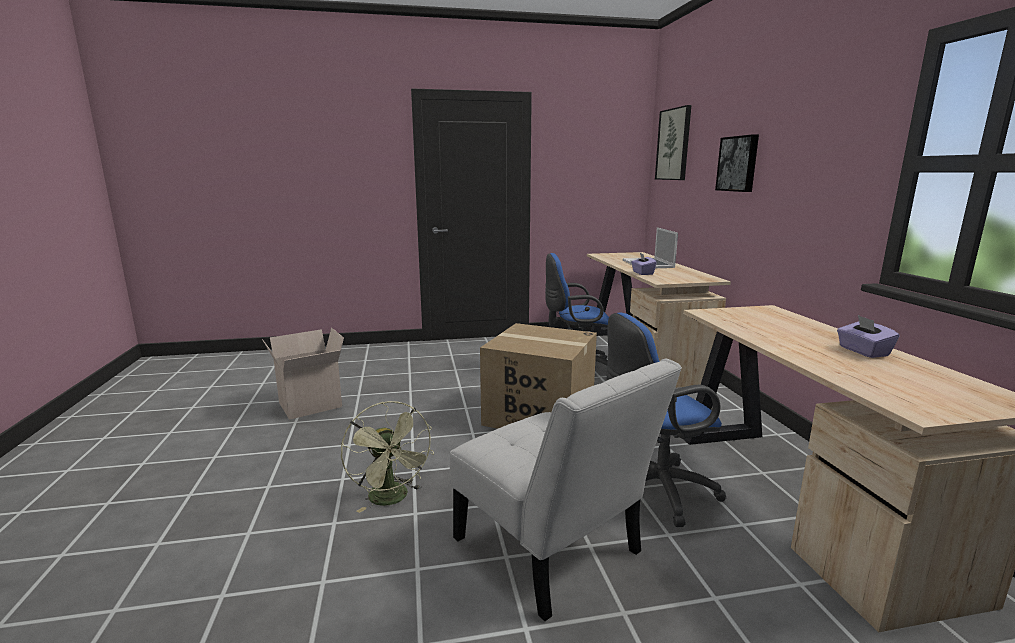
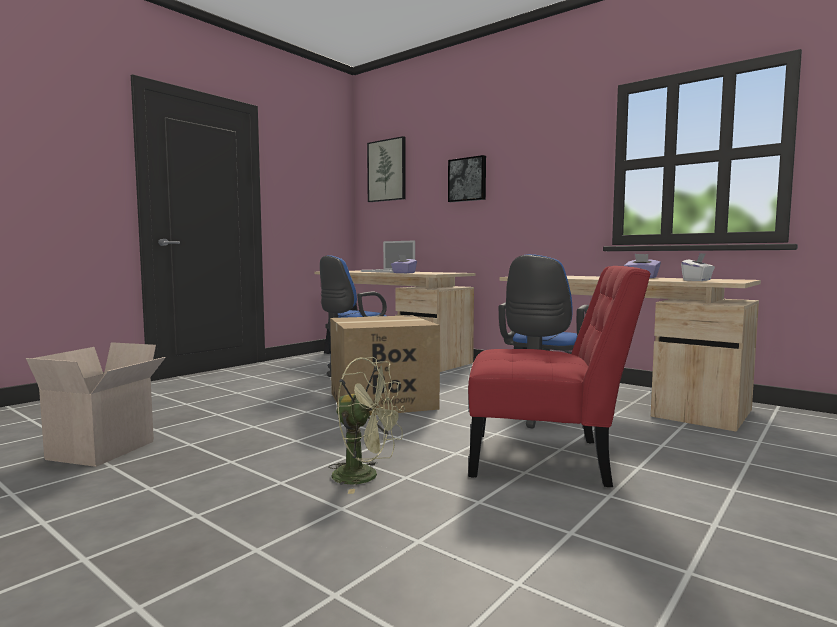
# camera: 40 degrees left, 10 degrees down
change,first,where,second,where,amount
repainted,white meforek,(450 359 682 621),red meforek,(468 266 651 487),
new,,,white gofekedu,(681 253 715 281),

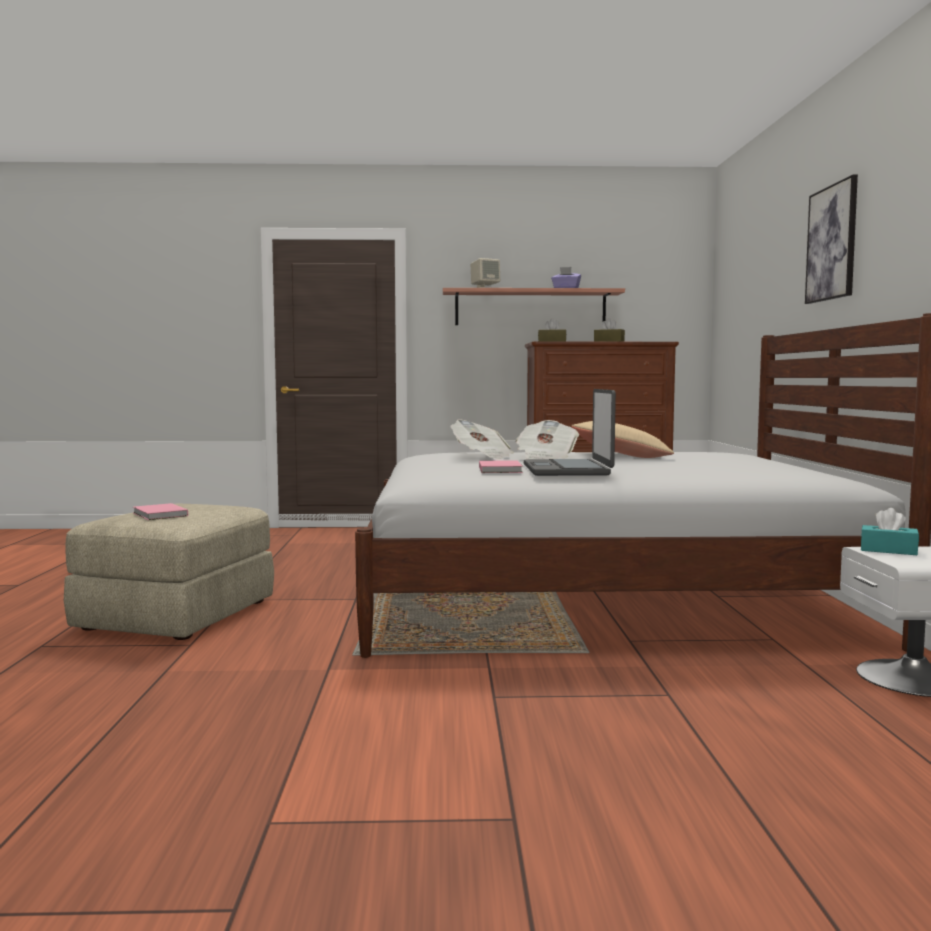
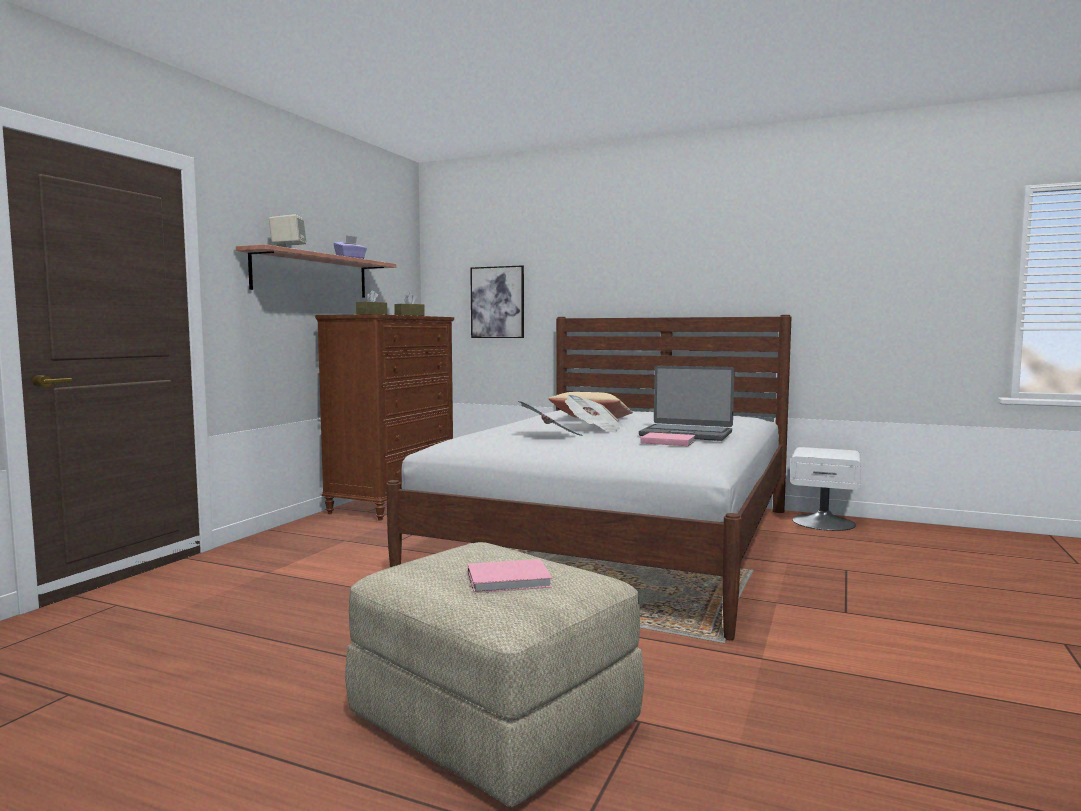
# camera: 65 degrees left, 0 degrees up
change,first,where,second,where,amount
shifted,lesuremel,(805 175 858 304),,(470 265 524 338),
gone,turquoise gofekedu,(861 508 919 555),,,

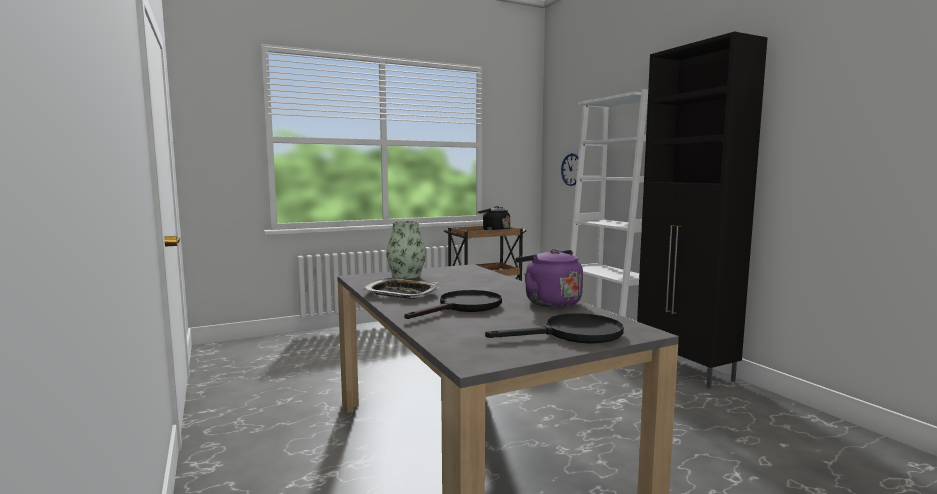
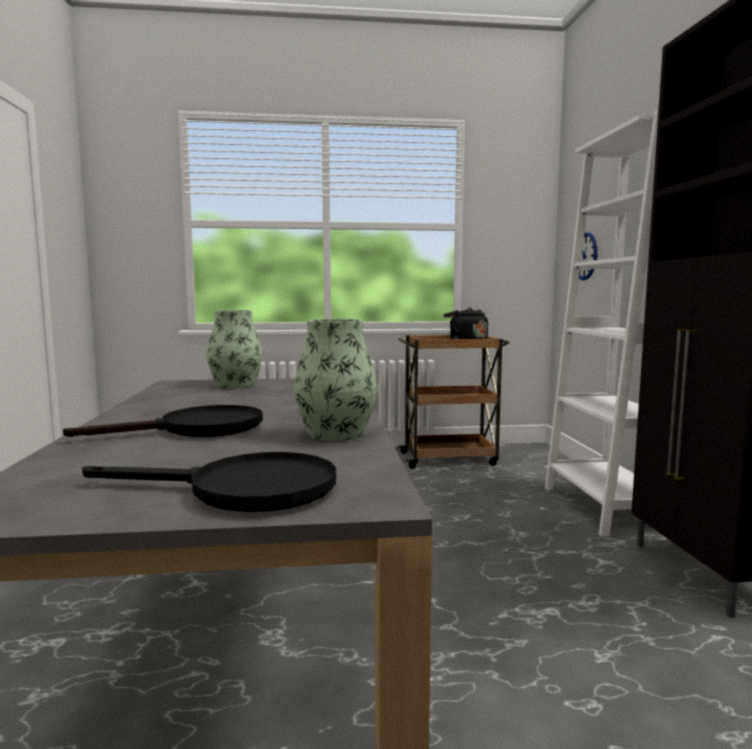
# camera: 20 degrees right, 0 degrees up
change,first,where,second,where,amount
gone,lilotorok,(363 278 439 299),,,
swapped,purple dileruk,(515 249 583 307),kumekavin,(293 319 377 441),

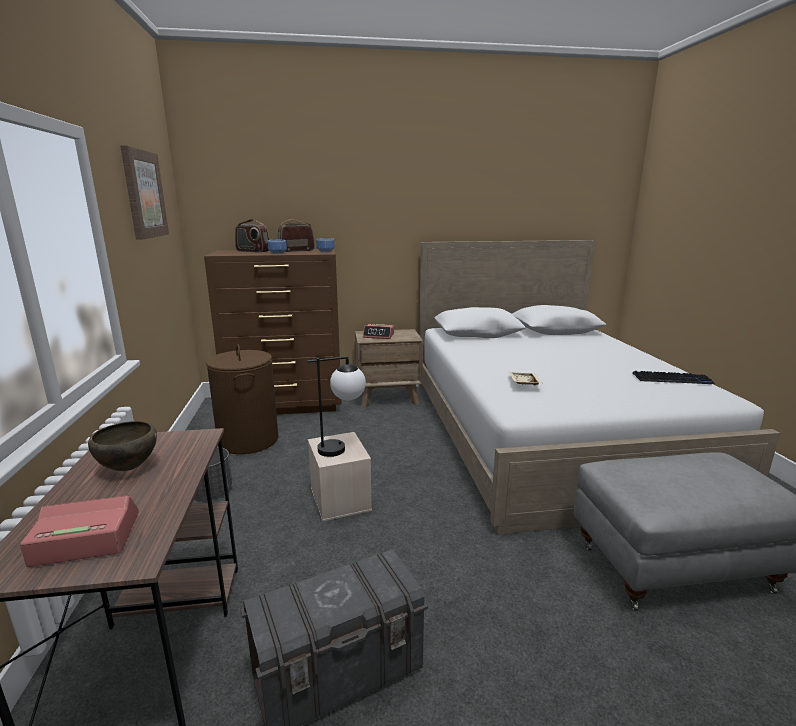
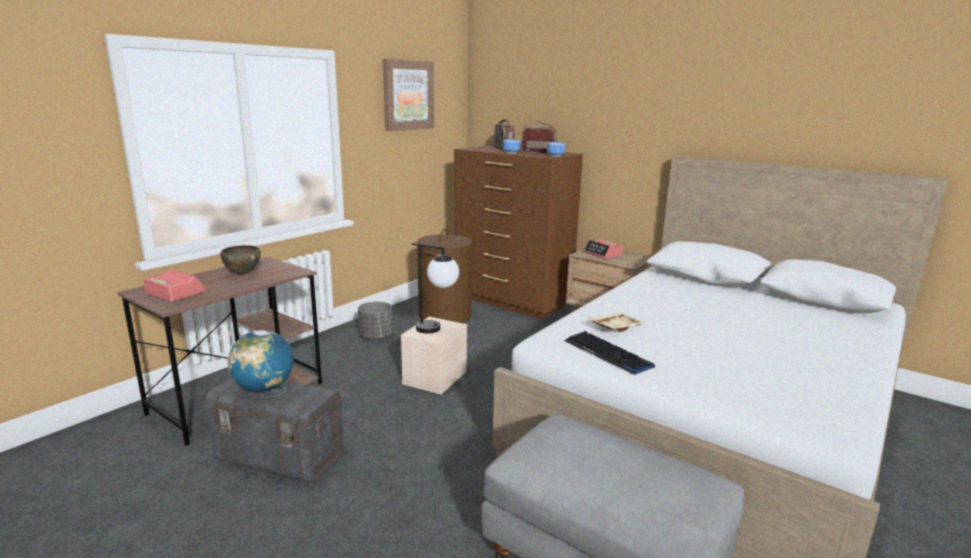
# camera: 45 degrees right, 0 degrees up
change,first,where,second,where,amount
shifted,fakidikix,(632 371 715 384),,(564 331 655 375),
new,,,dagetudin,(228 330 294 392),

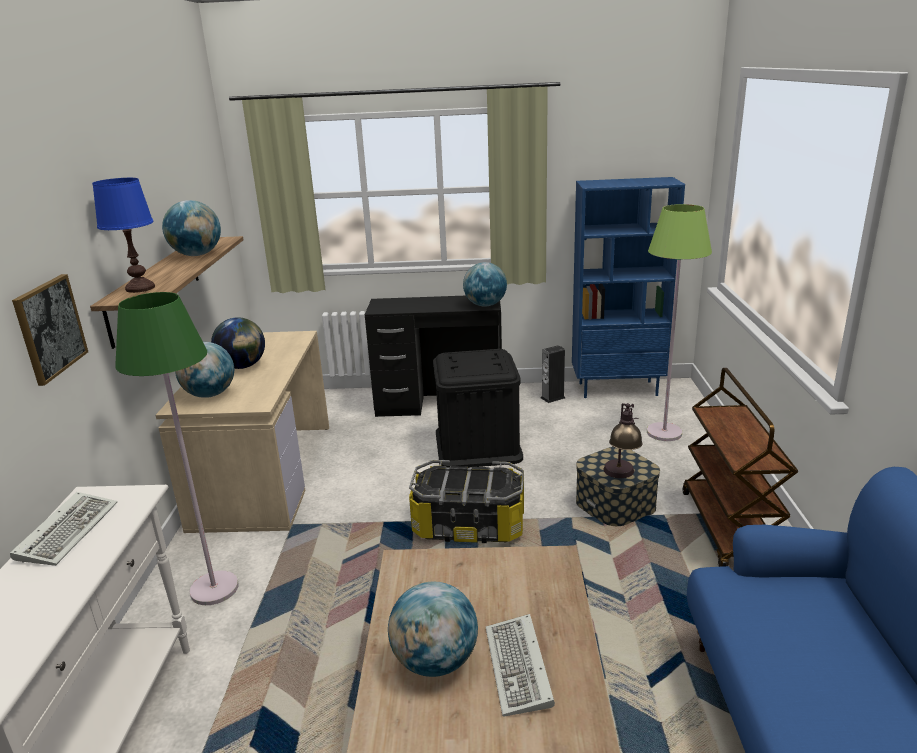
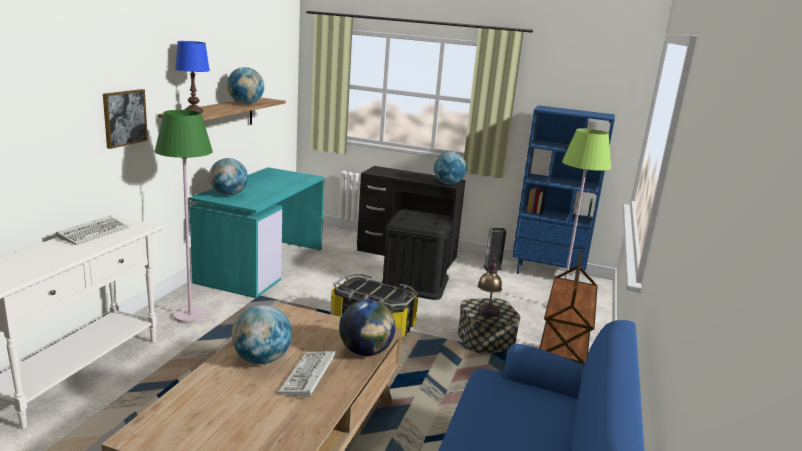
# camera: 15 degrees right, 5 degrees down
change,first,where,second,where,amount
repainted,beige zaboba,(155 331 329 533),turquoise zaboba,(189 167 325 298),
shifted,dagetudin,(211 317 265 369),,(339 299 395 356),

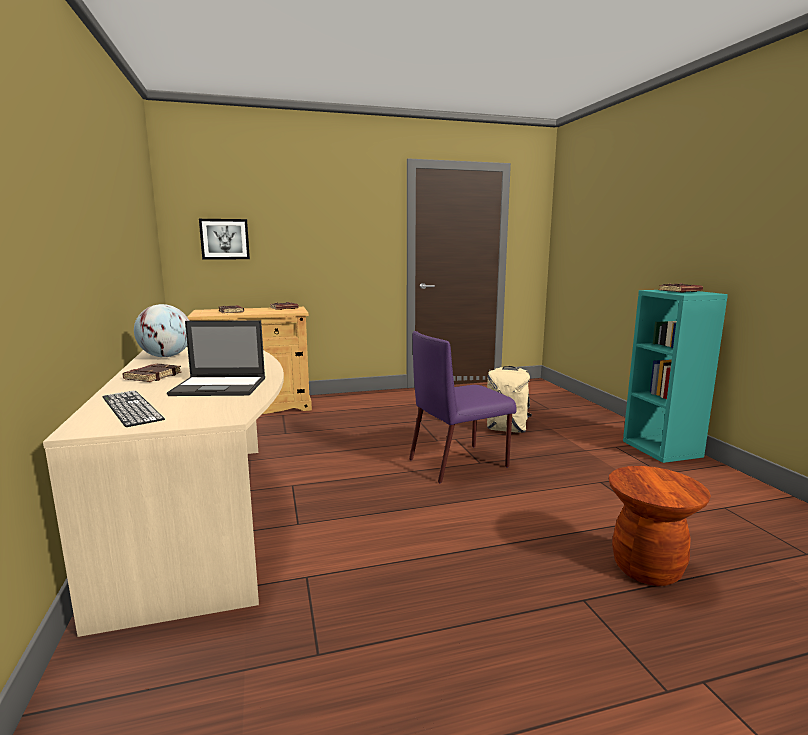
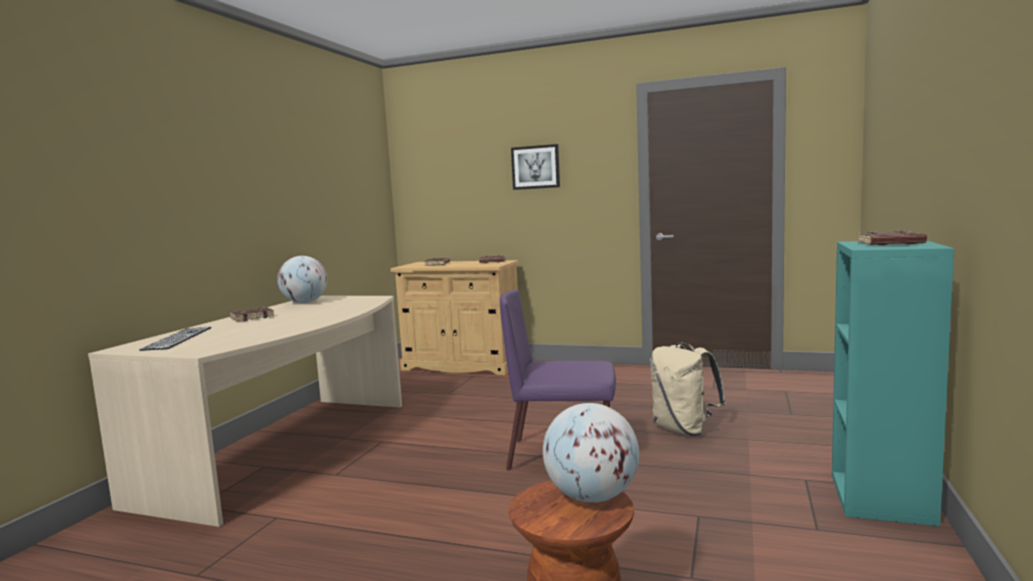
# camera: 35 degrees right, 5 degrees down
change,first,where,second,where,amount
gone,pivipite,(167 321 265 396),,,
shifted,lesuremel,(199 219 250 260),,(511 144 560 190),
new,,,dagetudin,(543 403 639 503),

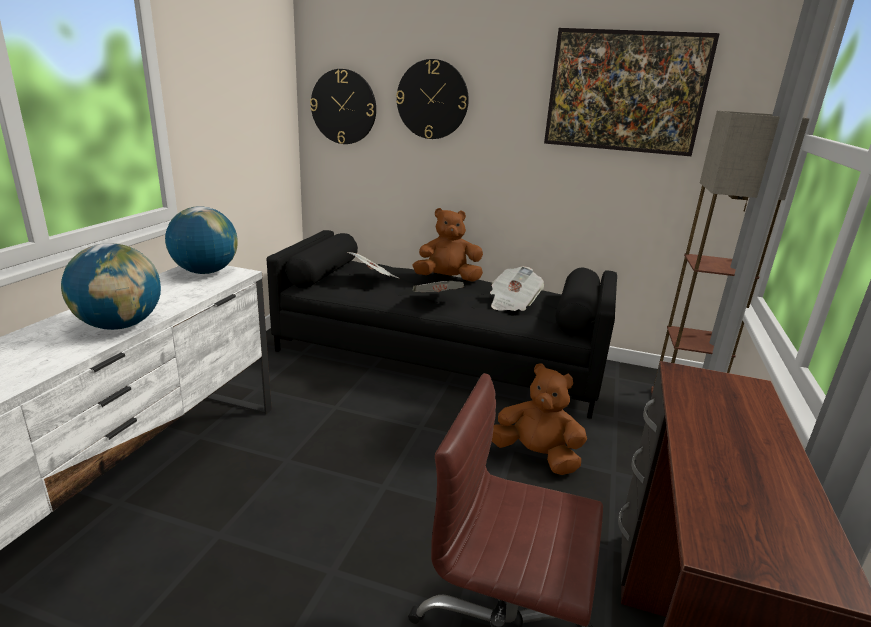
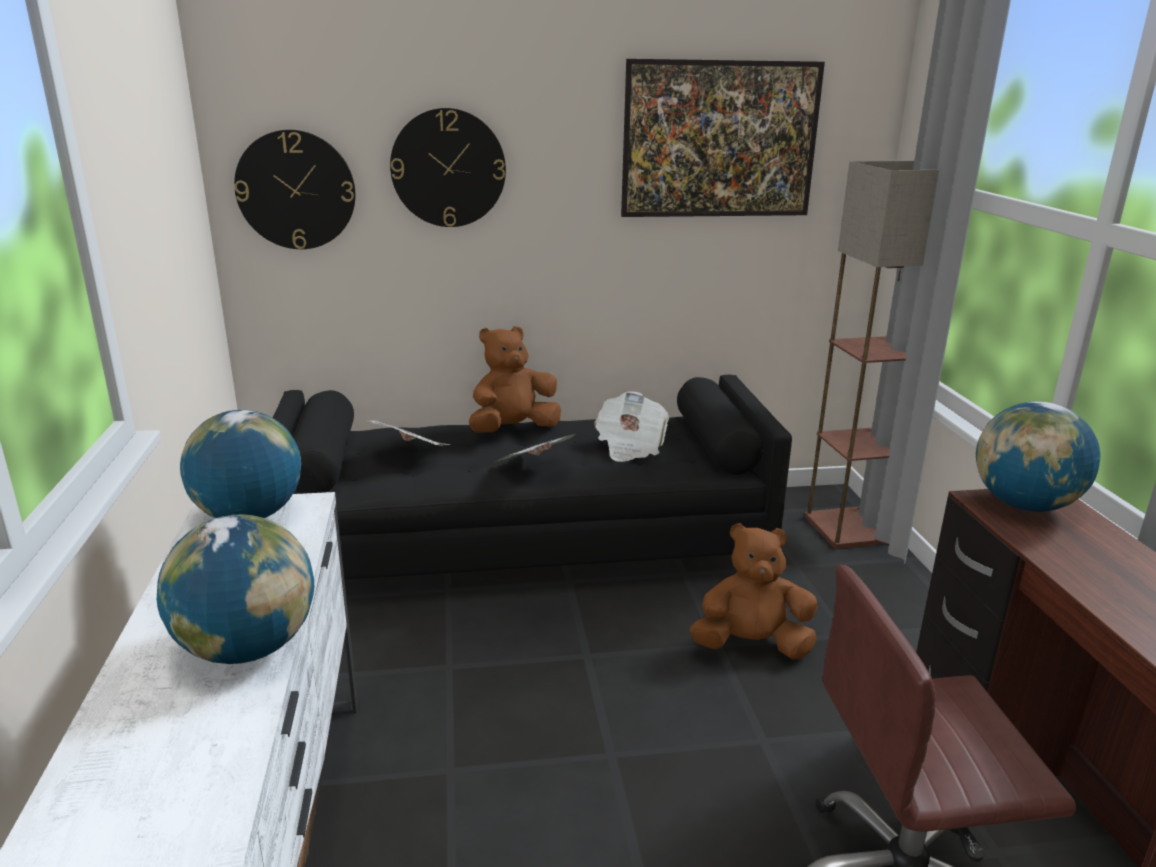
# camera: 25 degrees left, 0 degrees up
change,first,where,second,where,amount
new,,,dagetudin,(976 401 1100 512),

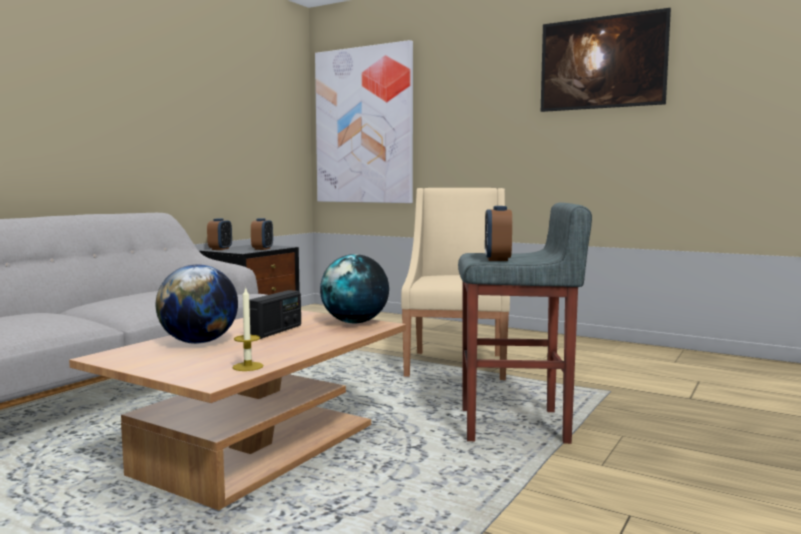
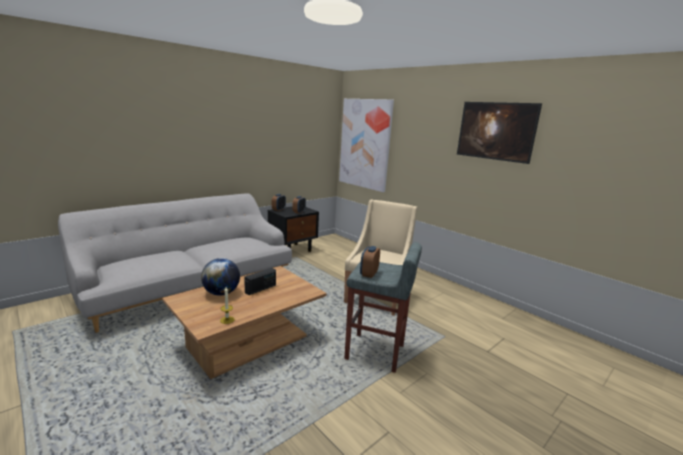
# camera: 15 degrees right, 10 degrees up
change,first,where,second,where,amount
gone,dagetudin,(320 254 389 323),,,

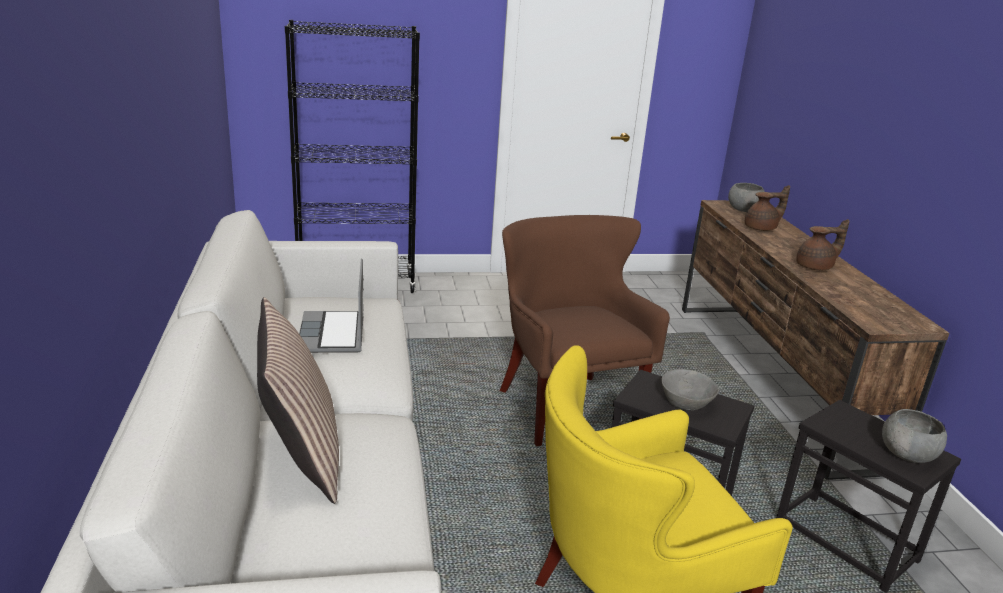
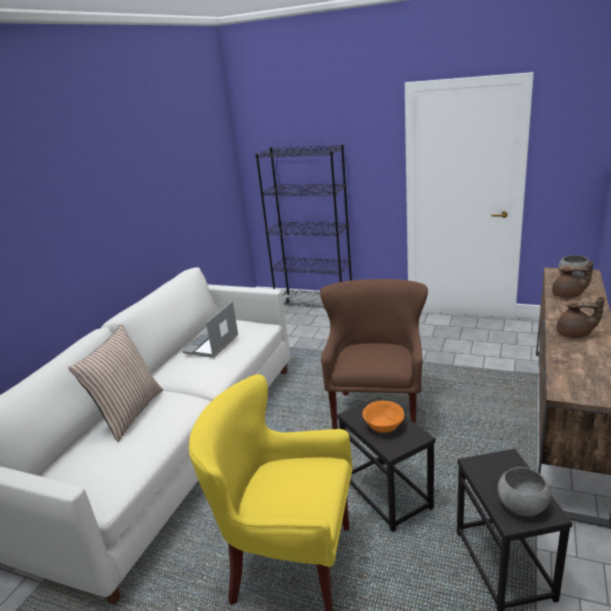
# camera: 35 degrees right, 0 degrees up
change,first,where,second,where,amount
repainted,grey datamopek,(661 369 719 411),orange datamopek,(362 401 404 433),

